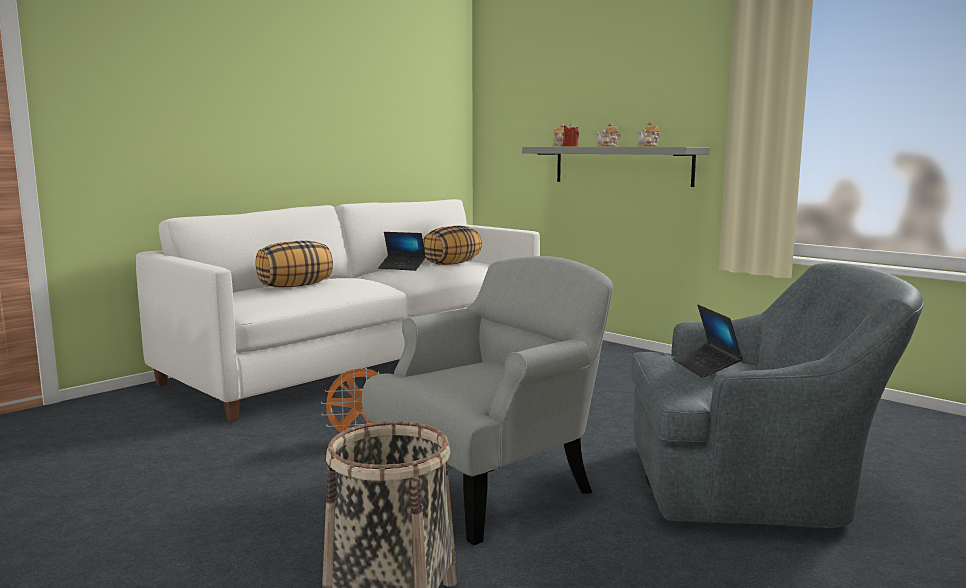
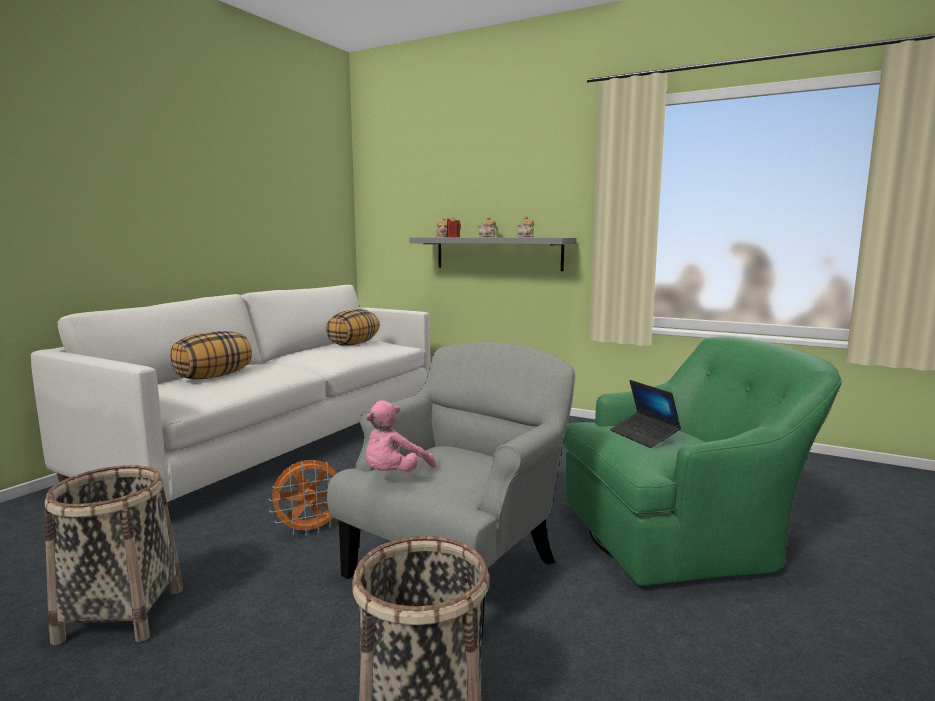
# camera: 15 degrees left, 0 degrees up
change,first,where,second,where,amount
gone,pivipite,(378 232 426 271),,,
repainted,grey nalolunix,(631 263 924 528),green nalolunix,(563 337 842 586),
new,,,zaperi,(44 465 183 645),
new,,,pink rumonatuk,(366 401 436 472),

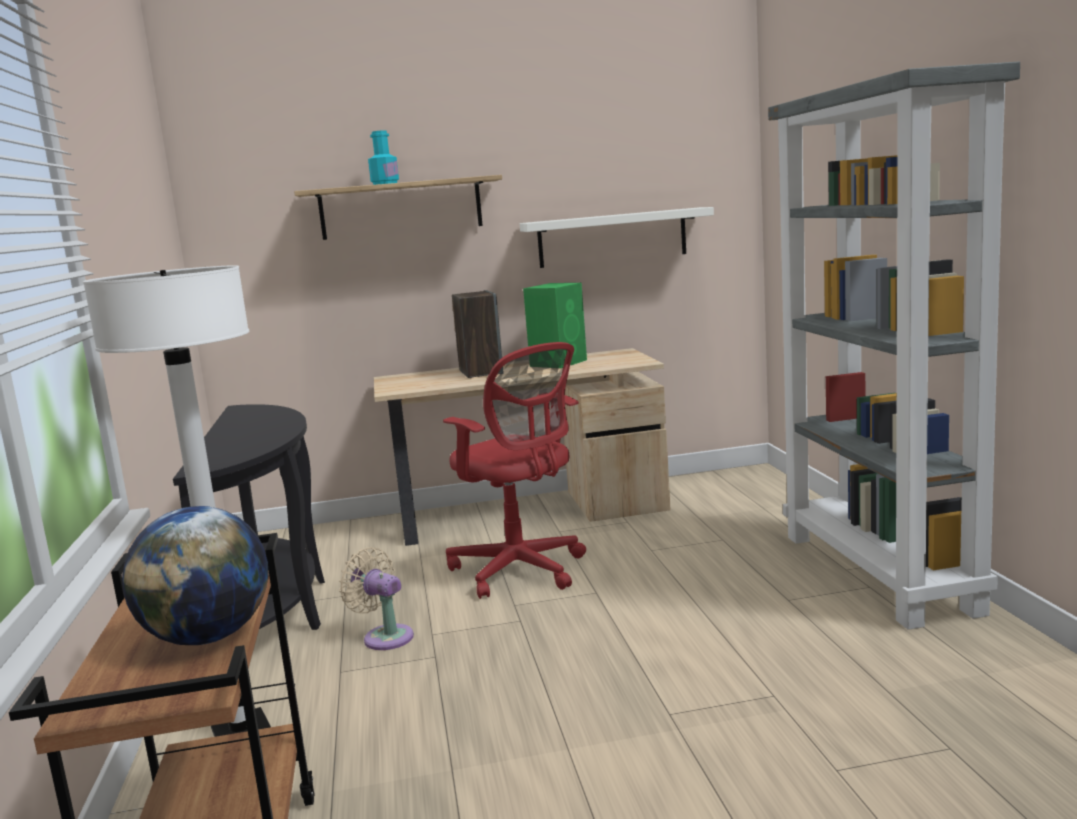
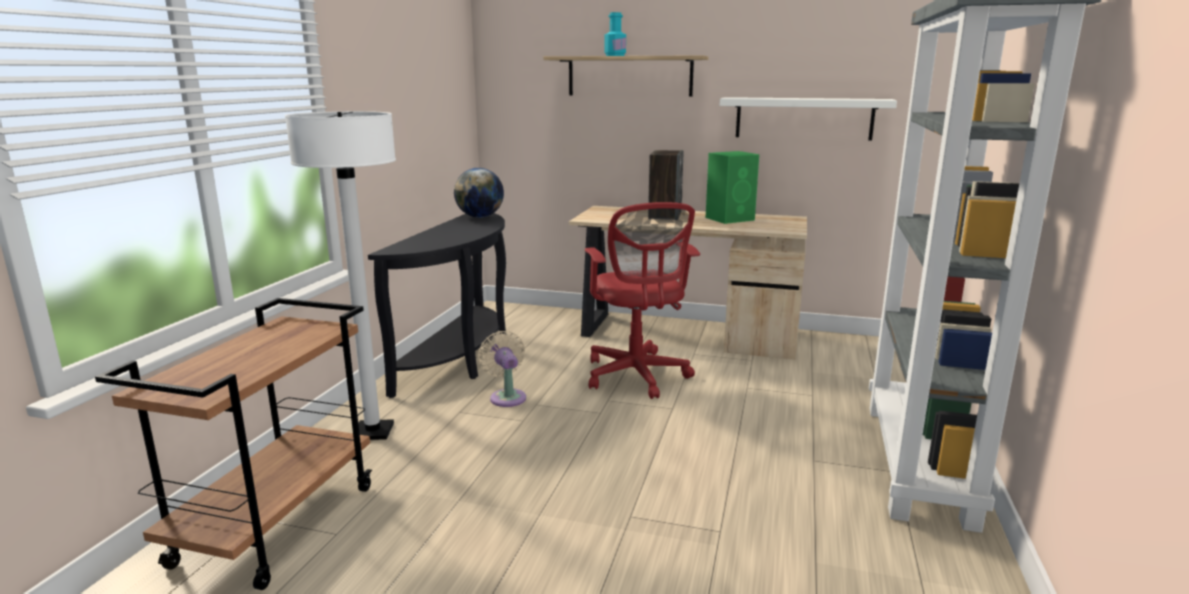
# camera: 25 degrees right, 5 degrees up
change,first,where,second,where,amount
shifted,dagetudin,(122 506 269 645),,(454 168 504 218),

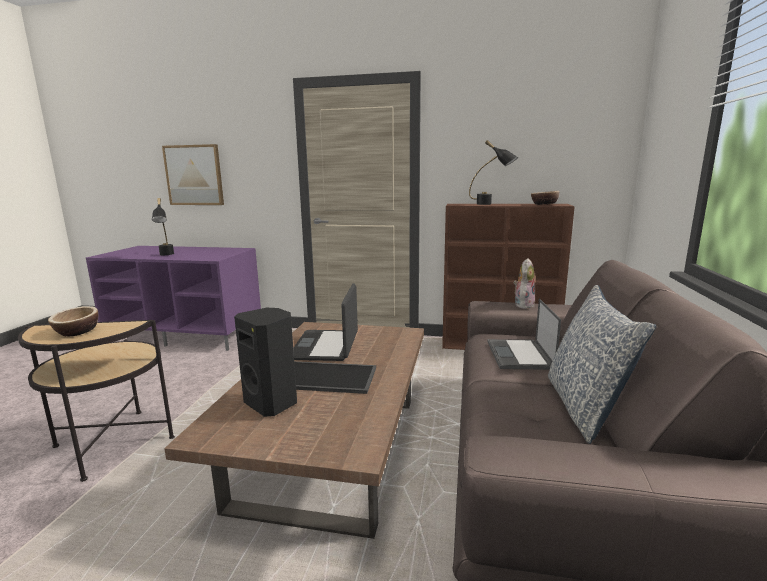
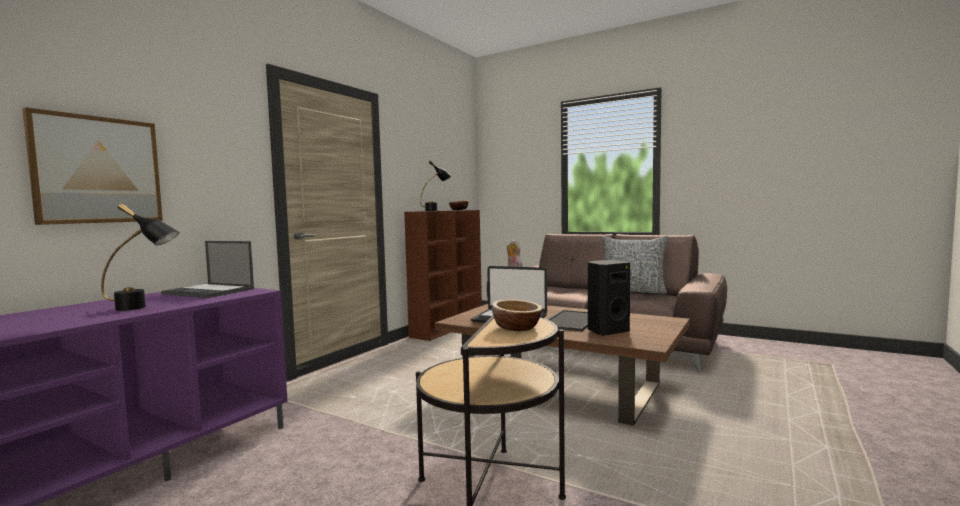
# camera: 70 degrees left, 10 degrees down
change,first,where,second,where,amount
shifted,pivipite,(487 299 561 370),,(161 241 254 298),

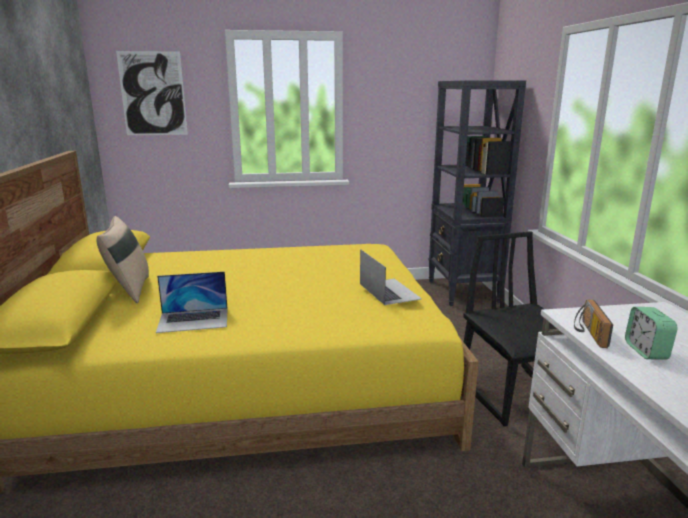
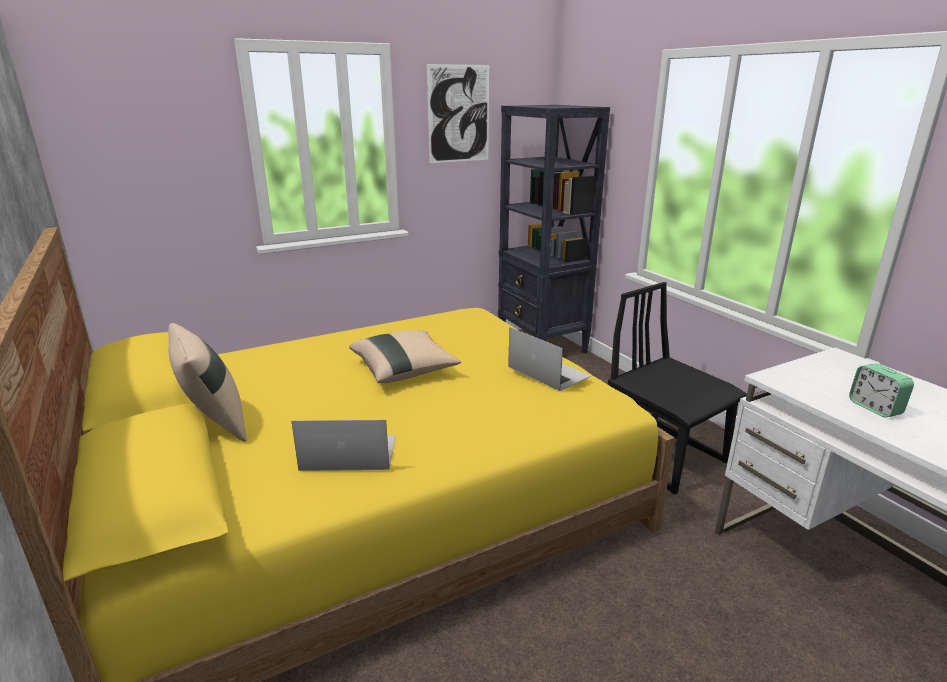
# camera: 20 degrees left, 5 degrees up
change,first,where,second,where,amount
shifted,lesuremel,(116 51 188 135),,(427 64 489 163),
rotated,pivipite,(156 271 228 333),,(292 420 396 471),150 degrees counterclockwise
gone,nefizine,(574 299 613 348),,,
new,,,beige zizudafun,(349 330 461 383),

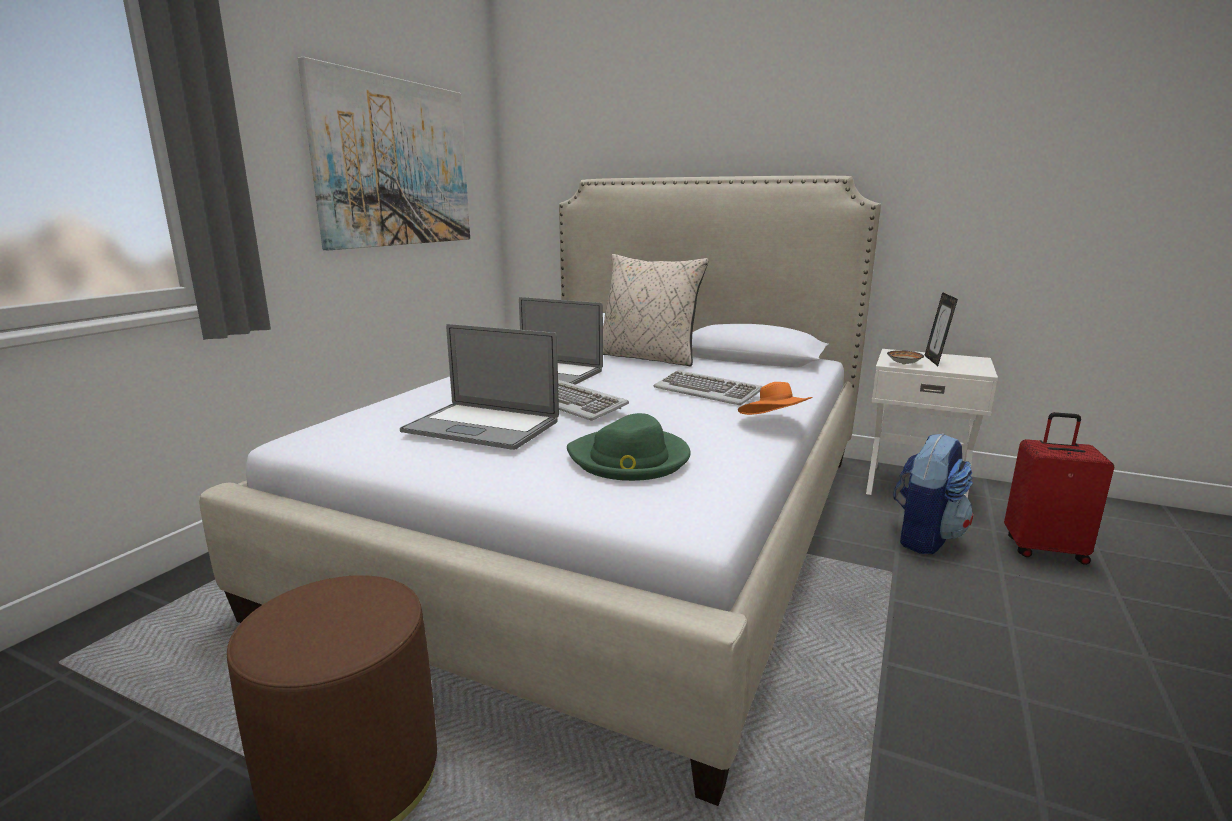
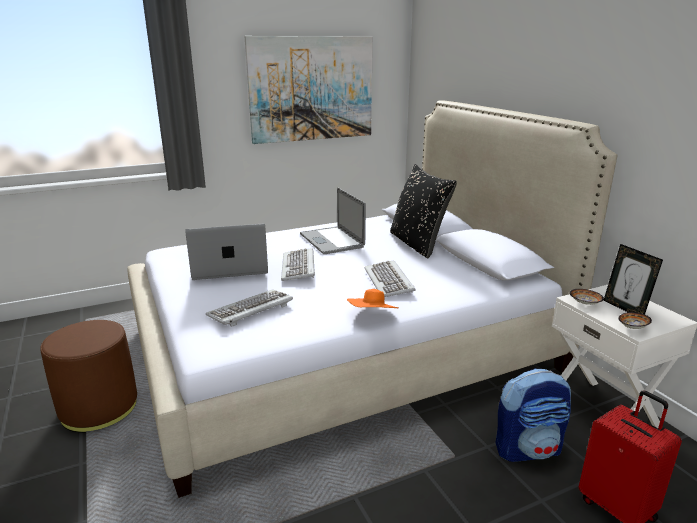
# camera: 40 degrees right, 5 degrees up
change,first,where,second,where,amount
rotated,pivipite,(400 324 559 450),,(185 223 268 280),105 degrees clockwise
swapped,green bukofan,(567 413 691 481),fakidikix,(206 290 293 327),
repainted,beige zizudafun,(603 254 709 366),black zizudafun,(390 164 457 258),
rotated,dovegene,(924 292 958 366),,(604 244 663 314),75 degrees counterclockwise
new,,,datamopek,(618 312 652 329),

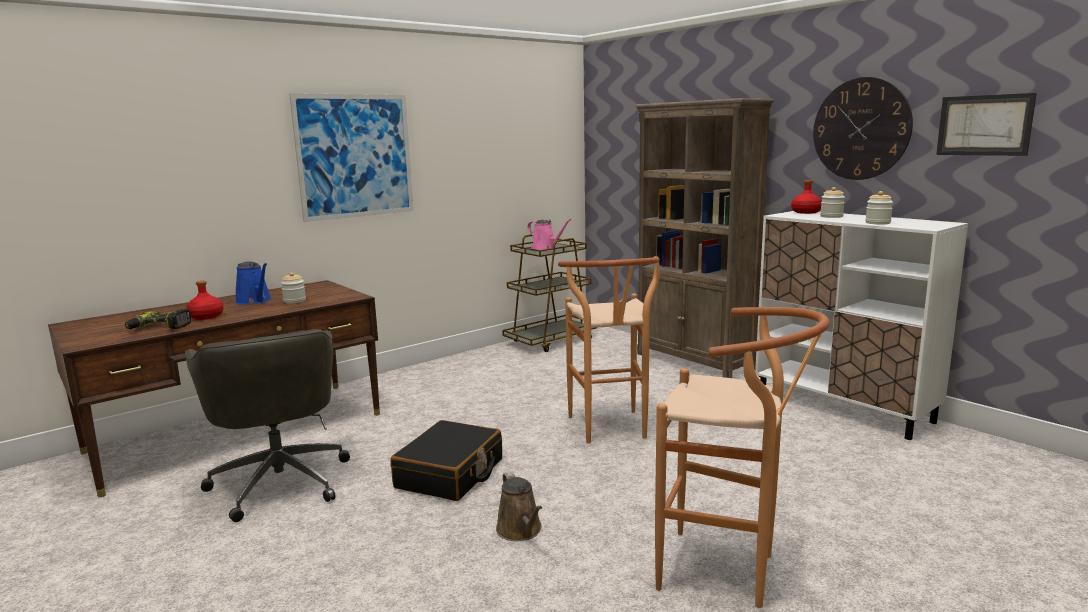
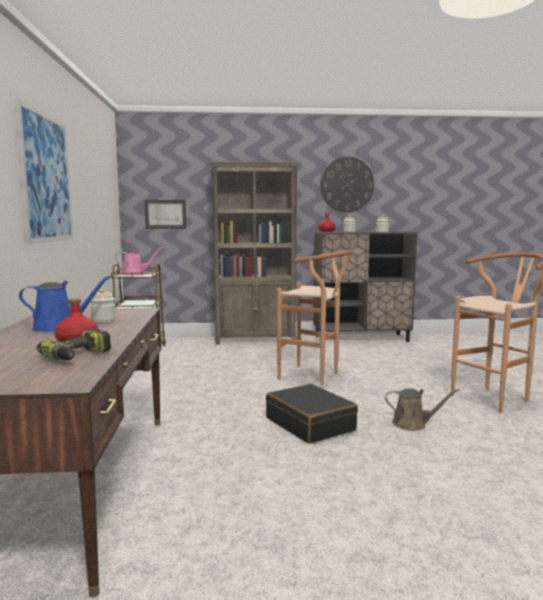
# camera: 55 degrees left, 5 degrees down
change,first,where,second,where,amount
gone,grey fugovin,(185 329 350 522),,,
repainted,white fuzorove,(755 211 968 440),brown fuzorove,(314 231 417 342),
shifted,lesuremel,(936 93 1037 156),,(145 200 186 229),

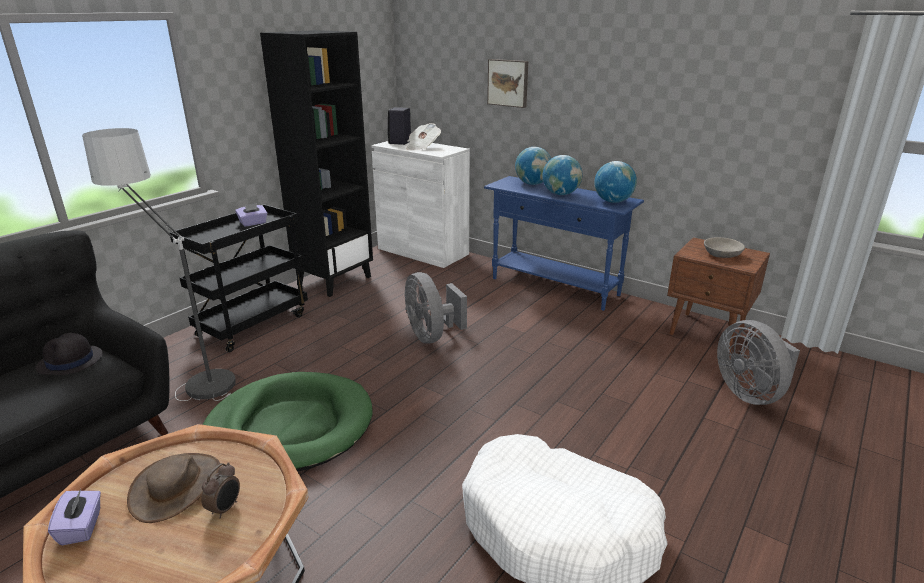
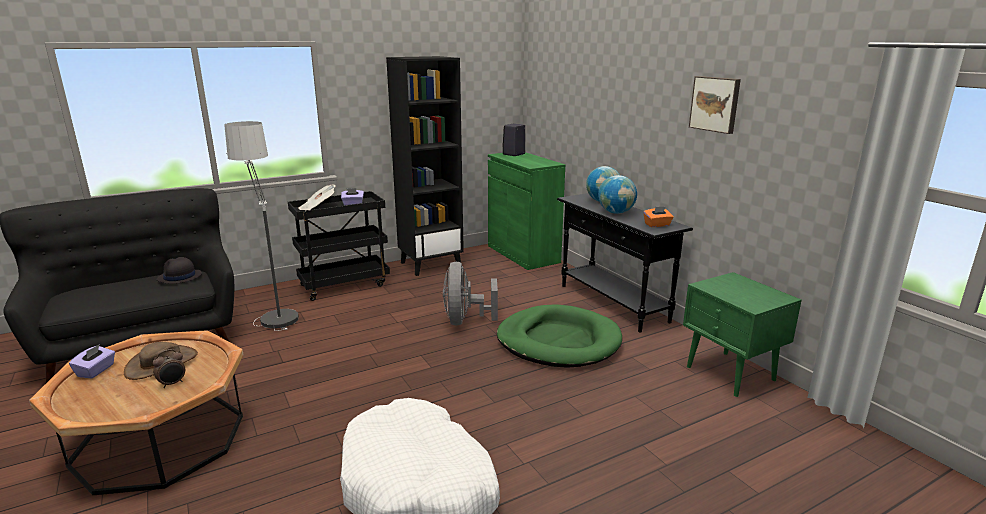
# camera: 25 degrees right, 5 degrees down
change,first,where,second,where,amount
shifted,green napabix,(203 372 373 472),,(497 304 622 368),
repainted,white fuzorove,(371 141 470 268),green fuzorove,(488 152 565 270),
shifted,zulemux,(406 123 441 150),,(298 184 336 210),
repainted,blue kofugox,(484 176 644 311),black kofugox,(557 193 693 333),
shifted,lesuremel,(487 59 528 108),,(689 76 741 134),
swapped,dagetudin,(594 161 637 203),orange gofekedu,(643 206 674 227),
repainted,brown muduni,(667 237 770 352),green muduni,(683 272 802 397),
gone,grey datamopek,(704 237 745 258),,,
gone,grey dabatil,(717 320 800 405),,,

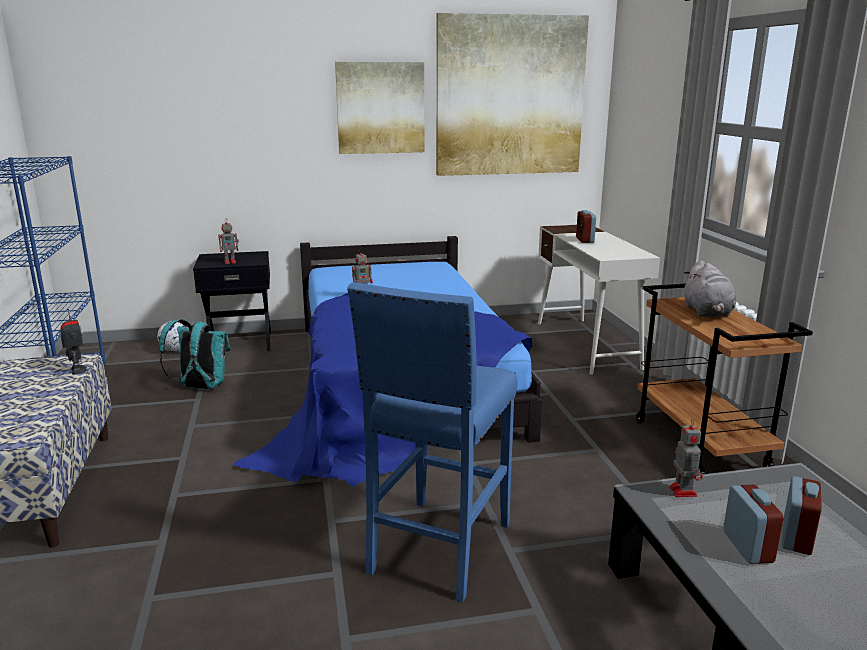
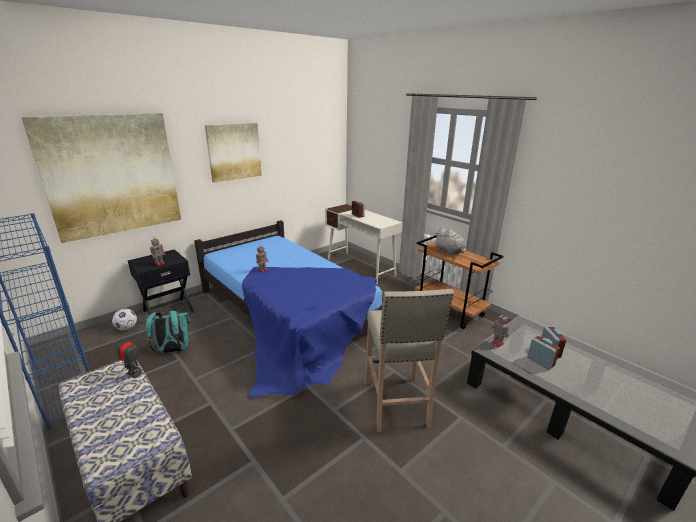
# camera: 30 degrees left, 5 degrees up
change,first,where,second,where,amount
repainted,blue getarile,(347 282 518 602),beige getarile,(365 289 454 432),
shifted,lesuremel,(436 13 589 176),,(21 113 181 243),

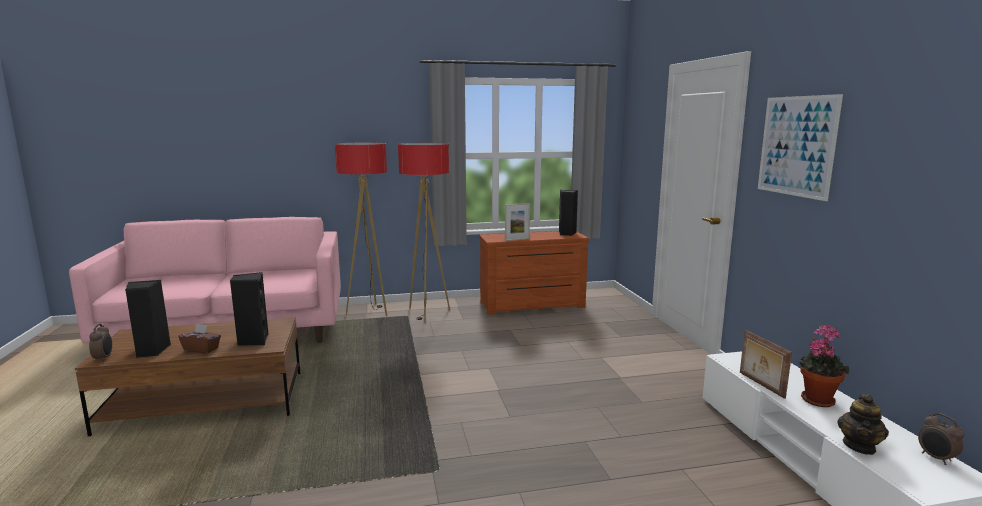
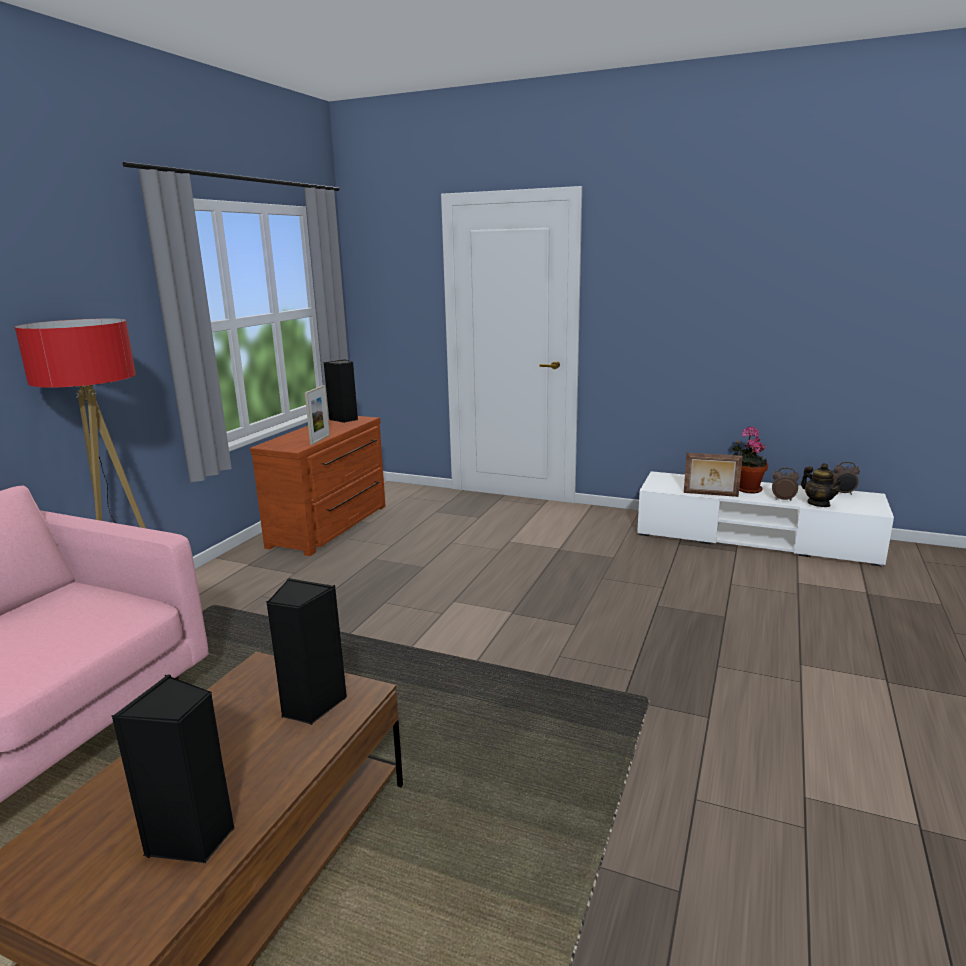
# camera: 55 degrees left, 5 degrees up
change,first,where,second,where,amount
shifted,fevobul,(89 324 112 362),,(772 468 799 501),
gone,brown gofekedu,(179 324 221 354),,,
gone,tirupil,(398 143 450 322),,,
gone,lesuremel,(758 94 843 201),,,

